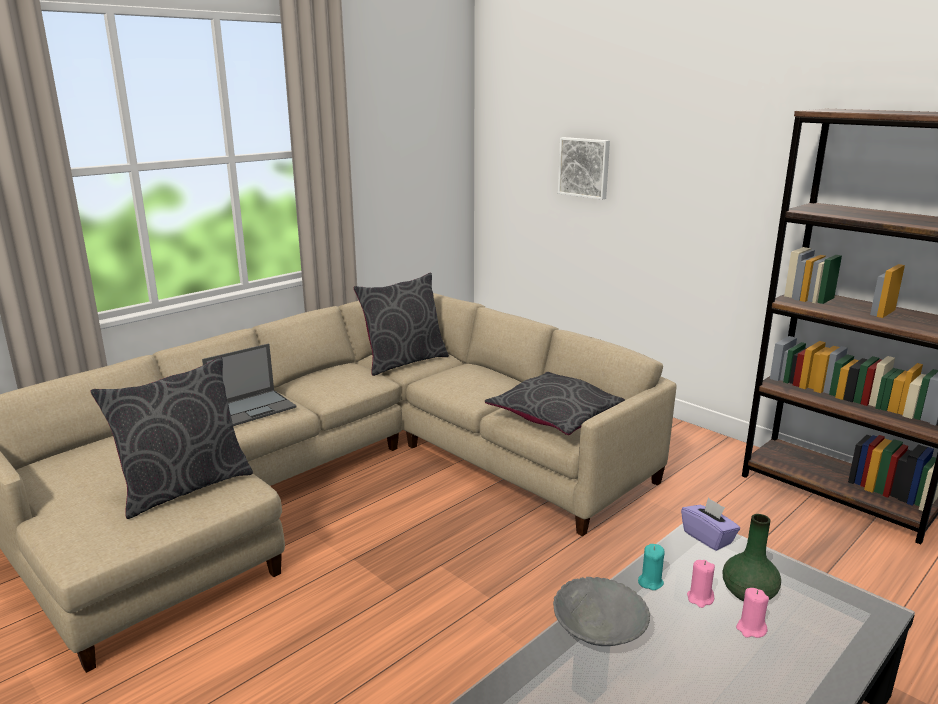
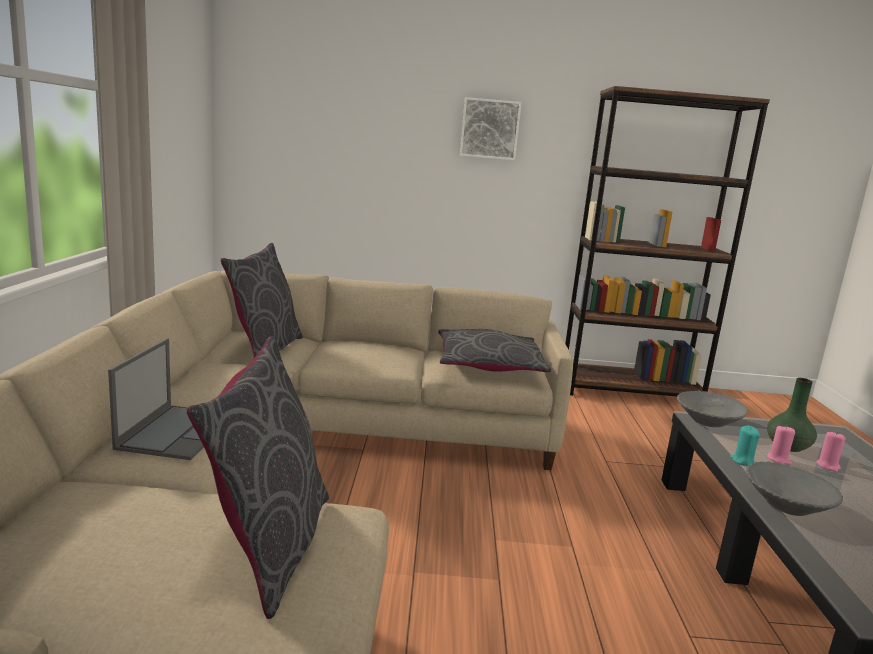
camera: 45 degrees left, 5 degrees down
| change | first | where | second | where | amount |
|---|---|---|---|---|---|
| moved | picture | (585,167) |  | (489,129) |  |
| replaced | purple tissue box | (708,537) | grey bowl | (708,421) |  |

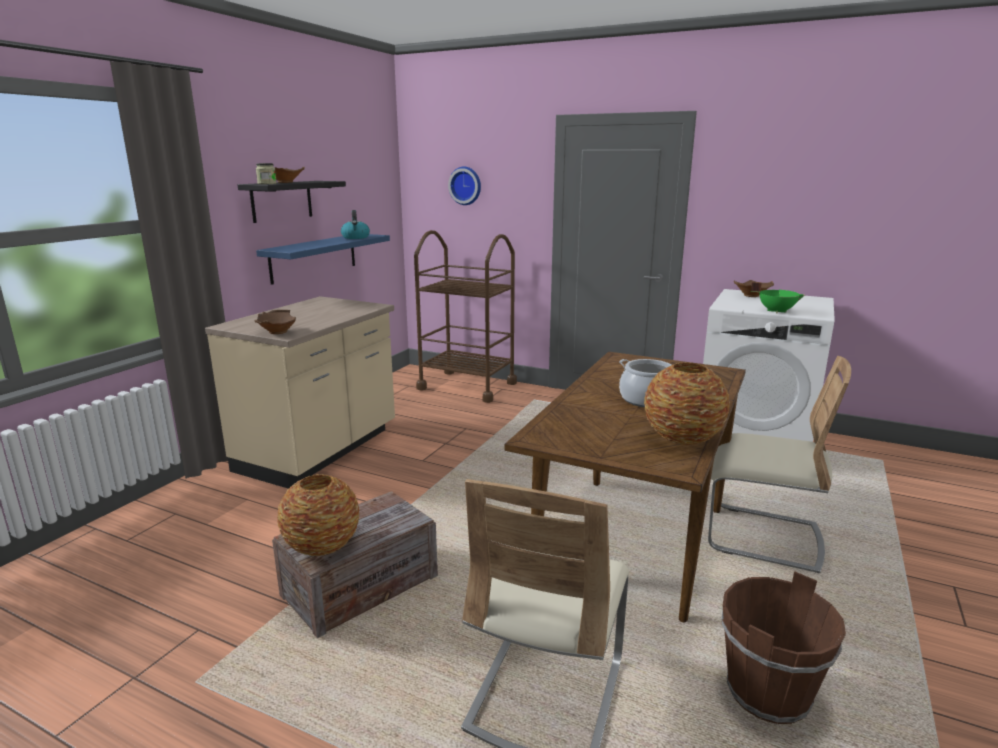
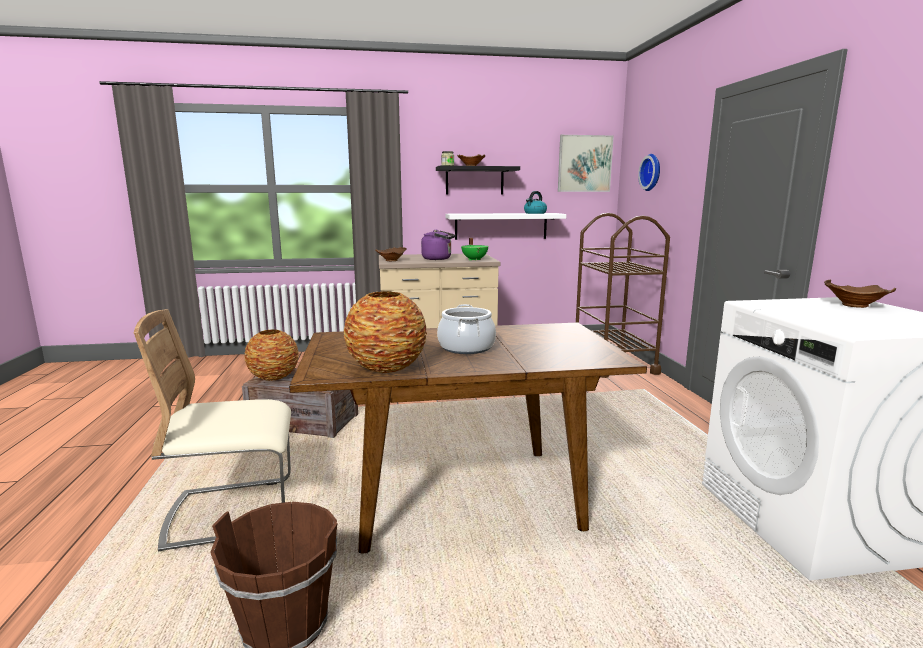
camera: 55 degrees right, 5 degrees down
| change | first | where | second | where | amount |
|---|---|---|---|---|---|
| added |  |  | purple kettle | (438,259) |  |
| recoloured | blue shelf | (314,257) | white shelf | (501,226) |  |
| moved | green cooking pot | (776,311) |  | (475,260) |  |
| added |  |  | picture | (584,163) |  |
| removed | beige chair | (762,537) |  |  |  |

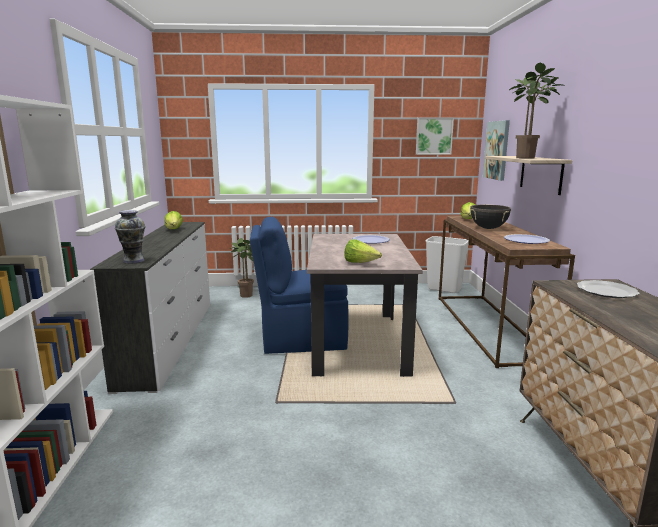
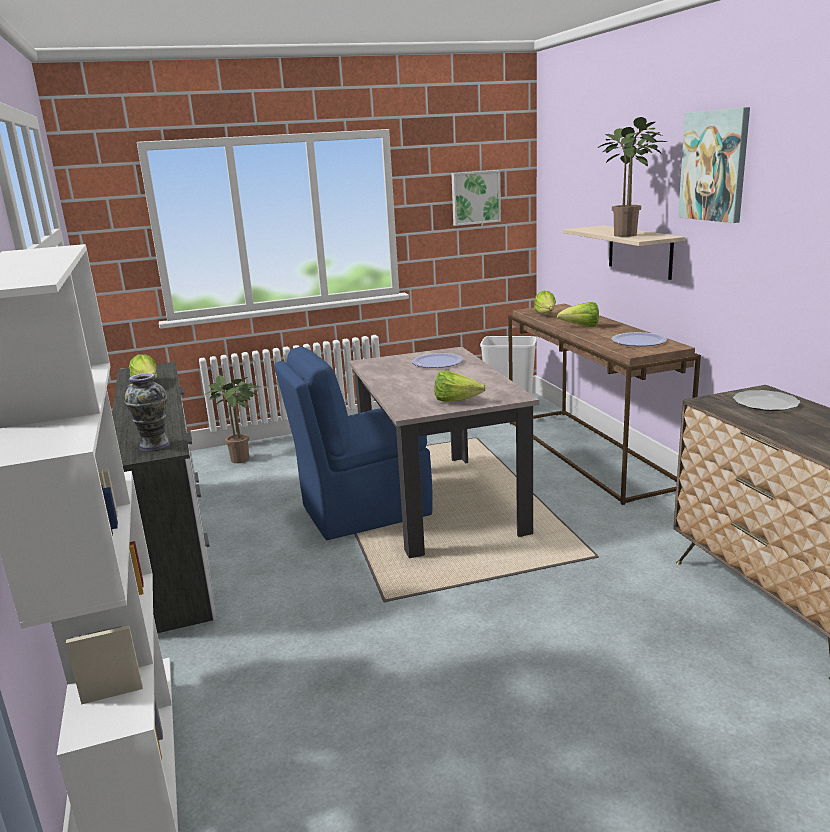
camera: 15 degrees left, 5 degrees up
| change | first | where | second | where | amount |
|---|---|---|---|---|---|
| replaced | black cooking pot | (488,228) | lettuce | (581,327) |  |
| moved | picture | (497,150) |  | (714,166) |  |

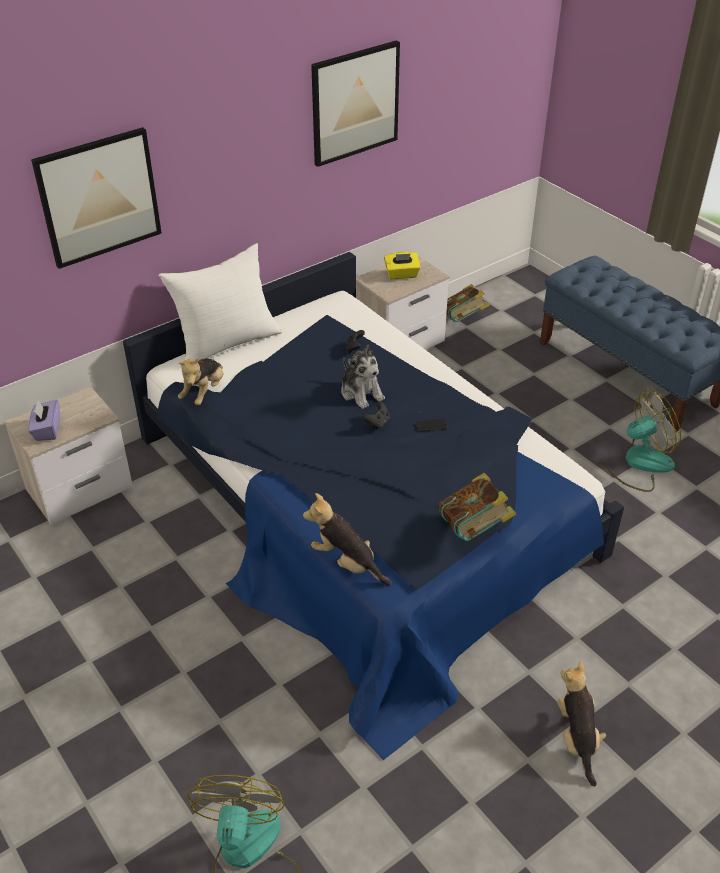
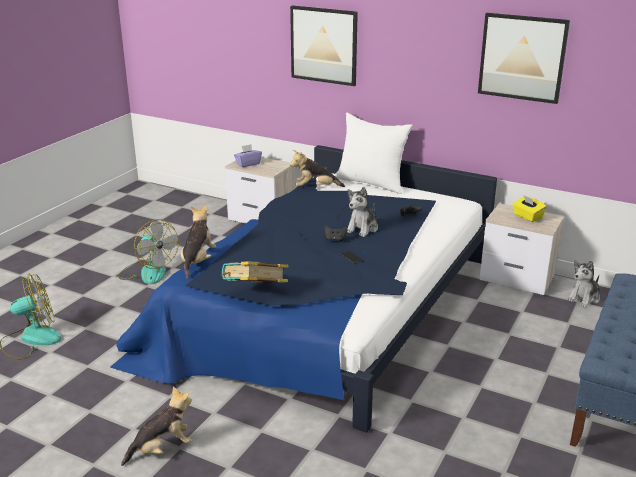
camera: 65 degrees right, 15 degrees down
| change | first | where | second | where | amount |
|---|---|---|---|---|---|
| moved | fan | (638,463) |  | (148,272) |  |
| replaced | book | (463,320) | plush toy | (584,298) |  |

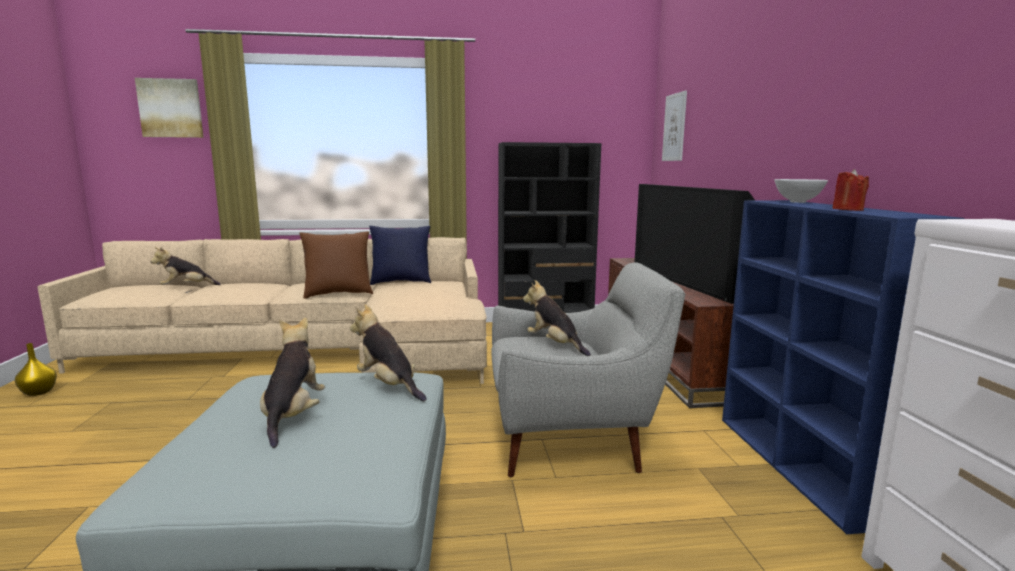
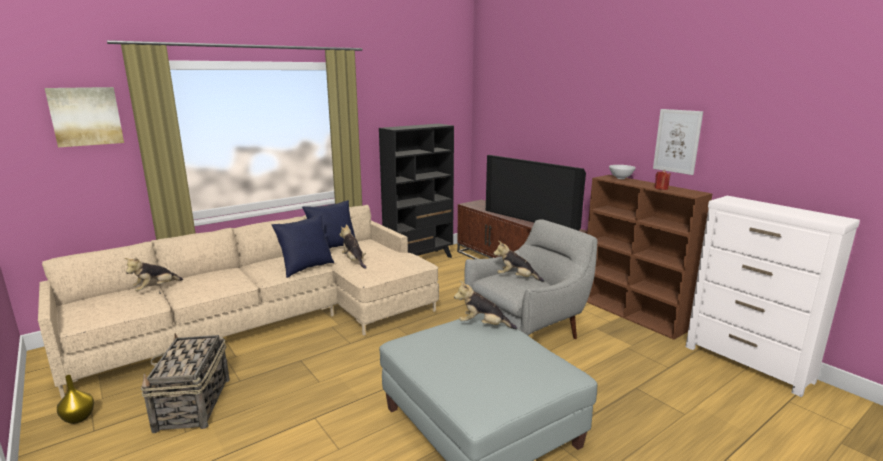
camera: 30 degrees left, 5 degrees up
| change | first | where | second | where | amount |
|---|---|---|---|---|---|
| added |  |  | basket | (193,404) |  |
| recoloured | brown pillow | (338,294) | blue pillow | (306,268) |  |
| moved | plush toy | (293,416) |  | (354,261) |  |
| recoloured | blue bookcase | (799,466) | brown bookcase | (633,314) |  |
| moved | picture | (674,127) |  | (677,141) |  |

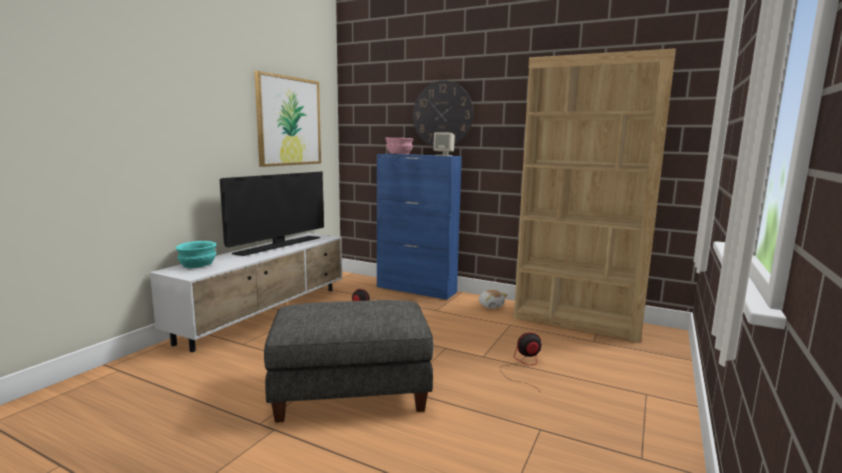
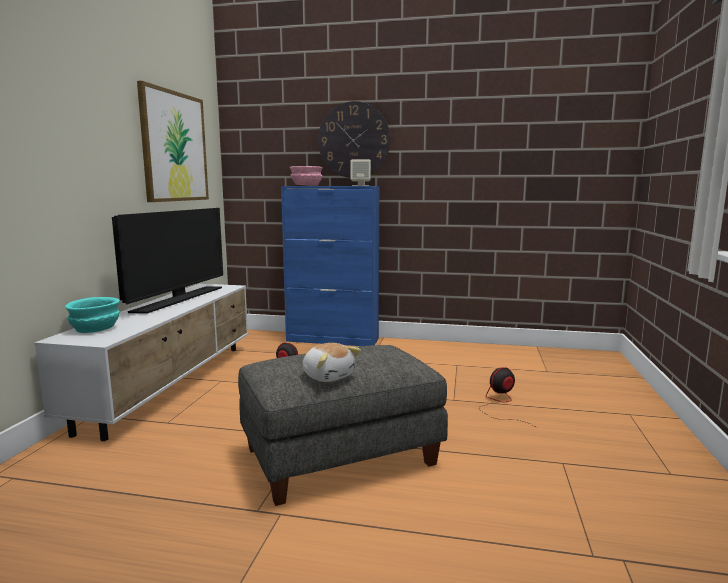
camera: 15 degrees left, 0 degrees up
| change | first | where | second | where | amount |
|---|---|---|---|---|---|
| moved | plush toy | (491,306) |  | (328,376) |  |
| removed | brown bookcase | (578,321) |  |  |  |

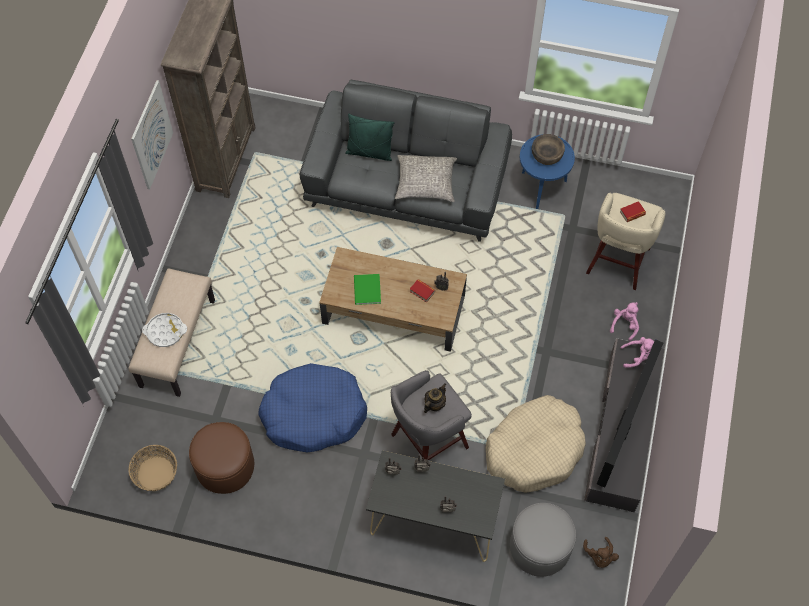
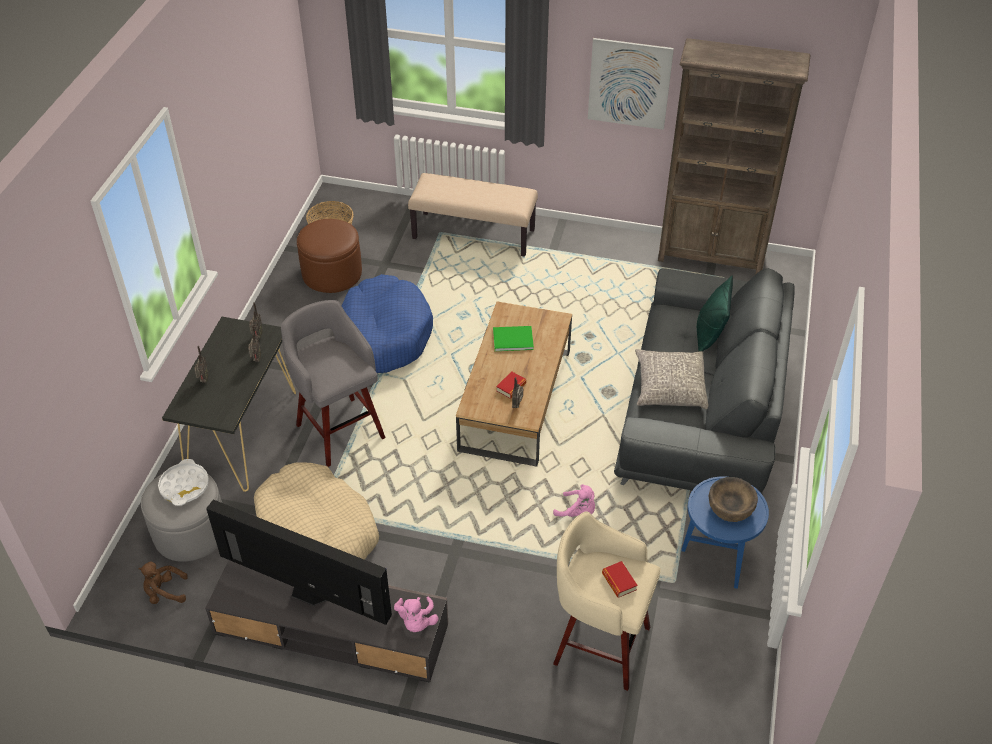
camera: 90 degrees right, 15 degrees down
| change | first | where | second | where | amount |
|---|---|---|---|---|---|
| moved | white tray | (165,331) |  | (184,486) |  |
| moved | pink plush toy | (625,325) |  | (578,512) |  |
| removed | teapot | (434,404) |  |  |  |

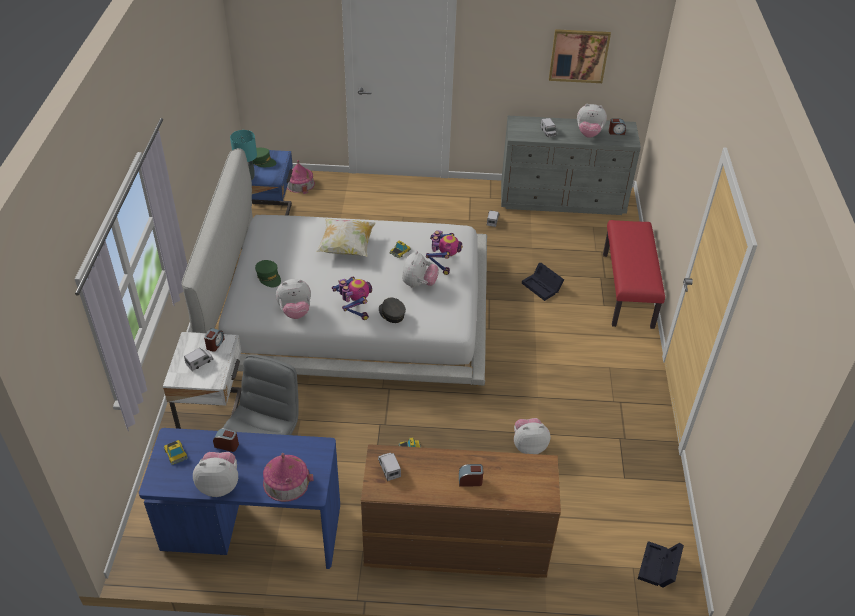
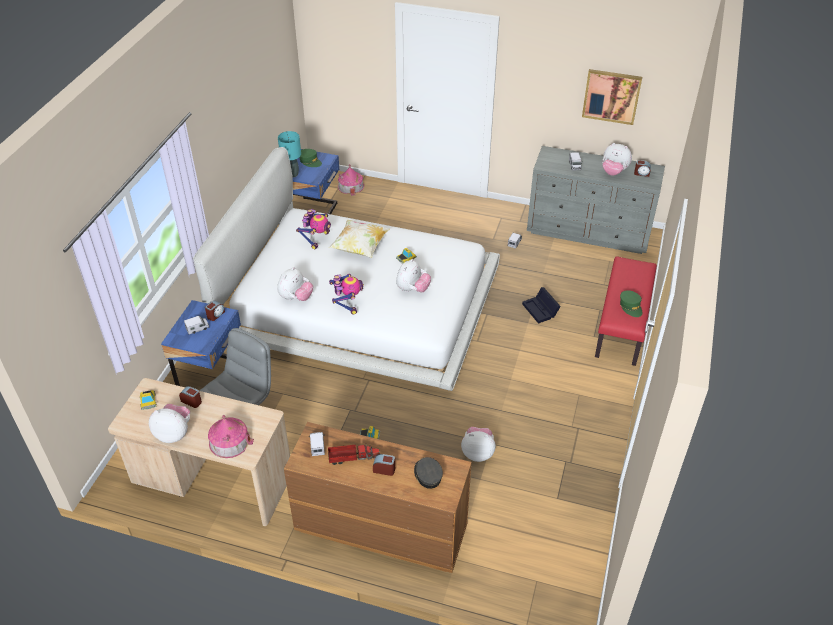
camera: 15 degrees right, 0 degrees up
| change | first | where | second | where | amount |
|---|---|---|---|---|---|
| recoloured | blue desk | (252,530) | beige desk | (212,480) |  |
| recoloured | white nightstand | (213,413) | blue nightstand | (212,376) |  |
| turned | plush toy | (295,312) |  | (296,298) | 60 degrees counterclockwise |
| moved | toy robot | (443,263) |  | (317,239) |  |
| added |  |  | toy truck | (352,458) |  |
| moved | grey cap | (391,314) |  | (427,475) |  |
| moved | green cap | (269,277) |  | (630,307) |  |
| removed | black storage box | (658,568) |  |  |  |

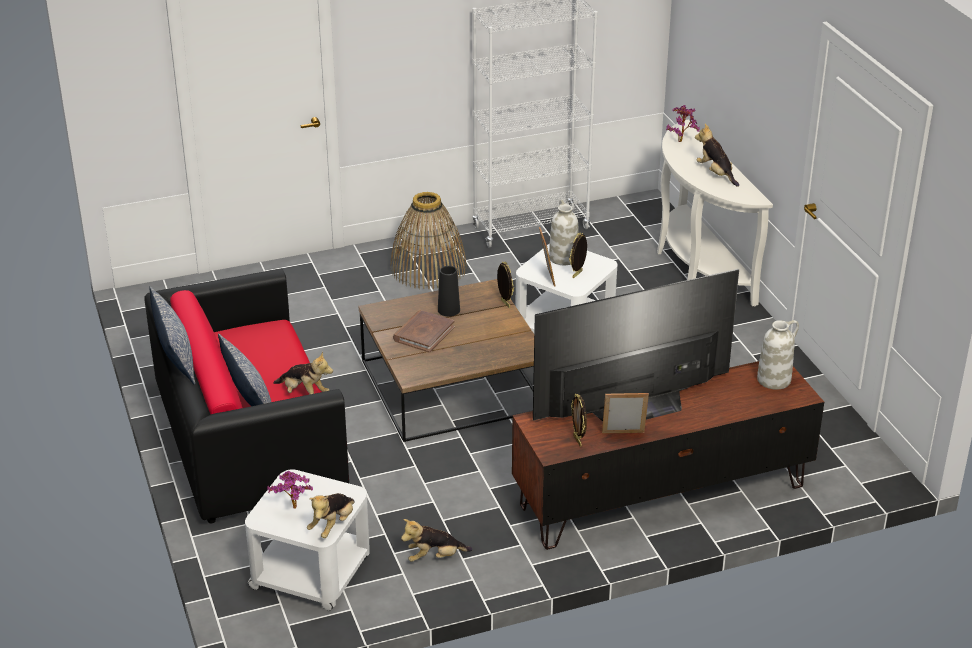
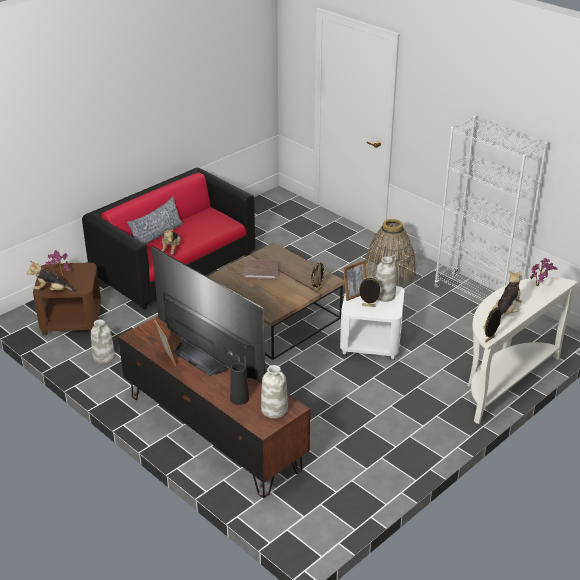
camera: 65 degrees right, 0 degrees up
| change | first | where | second | where | amount |
|---|---|---|---|---|---|
| recoloured | white side table | (312,572) | brown side table | (71,320) |  |
| replaced | plush toy | (434,557) | white vase | (104,357) |  |
| moved | black vase | (448,310) |  | (239,398) |  |
| moved | picture frame | (578,440) |  | (490,340) |  |
| removed | pillow | (175,354) |  |  |  |

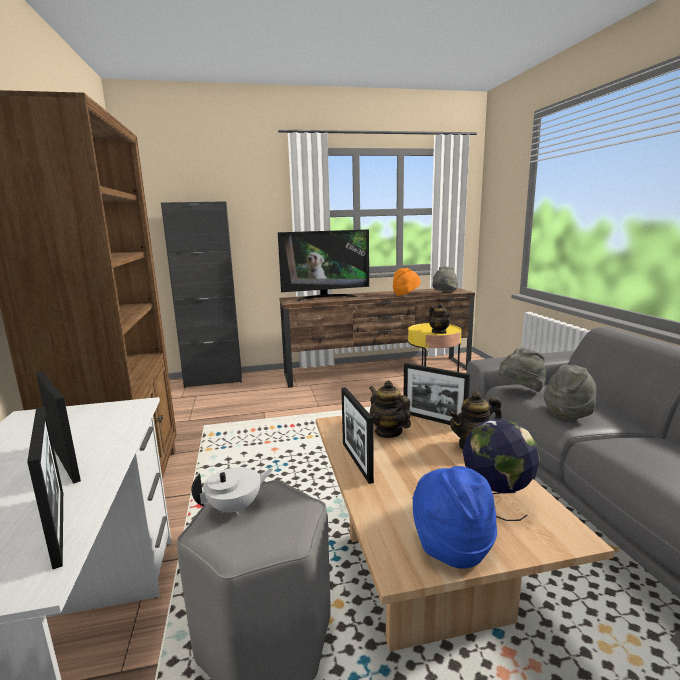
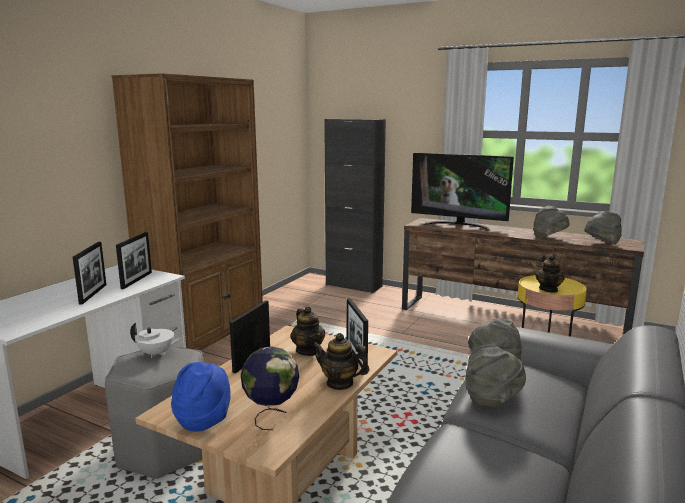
camera: 40 degrees right, 0 degrees up
| change | first | where | second | where | amount |
|---|---|---|---|---|---|
| moved | picture frame | (58,526) |  | (136,280) |  |
| turned | teapot | (388,432) |  | (308,351) | 150 degrees clockwise |
| recoloured | orange hat | (406,294) | grey hat | (549,238) |  |

